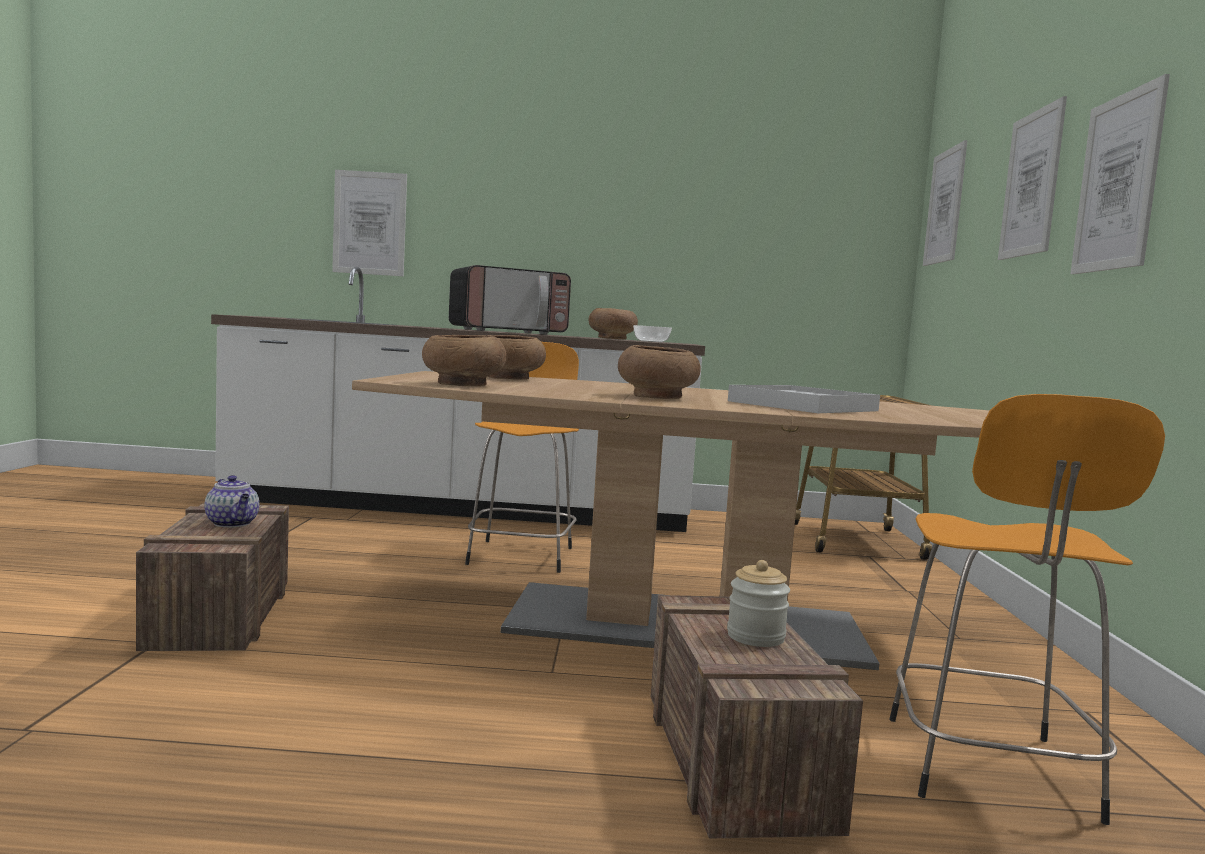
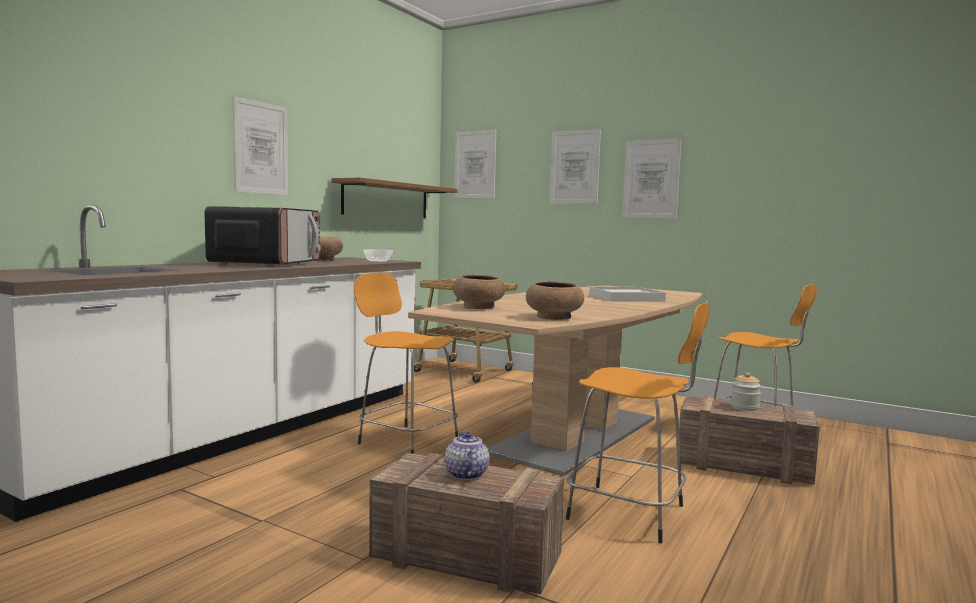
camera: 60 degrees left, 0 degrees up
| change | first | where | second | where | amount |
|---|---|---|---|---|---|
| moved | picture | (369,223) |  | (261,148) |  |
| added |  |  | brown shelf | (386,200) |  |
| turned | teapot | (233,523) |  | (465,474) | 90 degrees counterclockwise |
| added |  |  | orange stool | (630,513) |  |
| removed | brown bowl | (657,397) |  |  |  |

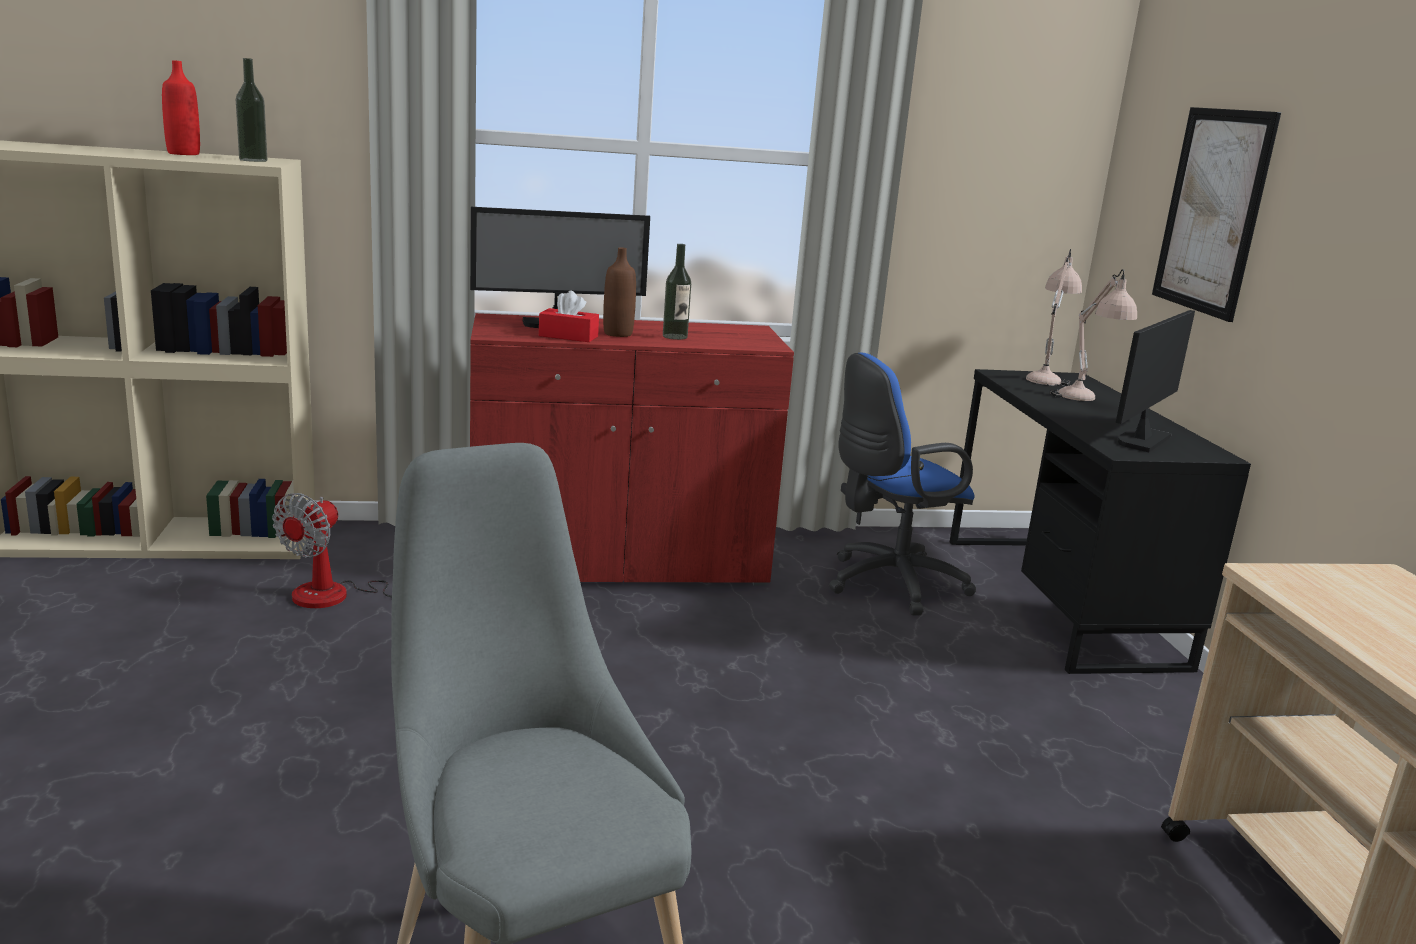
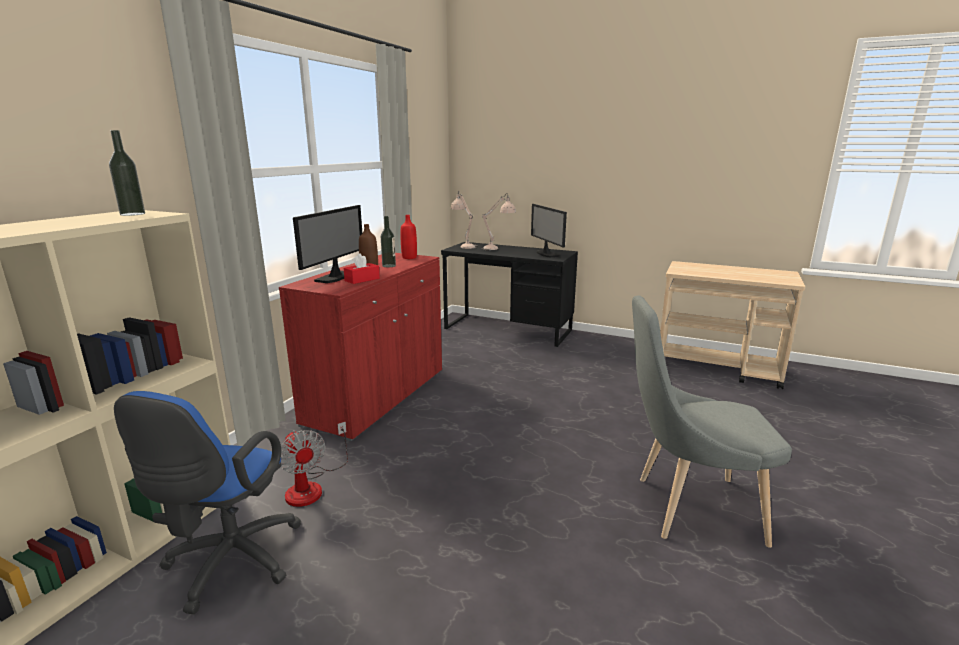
camera: 55 degrees left, 0 degrees up
| change | first | where | second | where | amount |
|---|---|---|---|---|---|
| moved | blue office chair | (888,584) |  | (229,564) |  |
| moved | red bottle | (183,153) |  | (409,257) |  |
| removed | picture | (1213,211) |  |  |  |

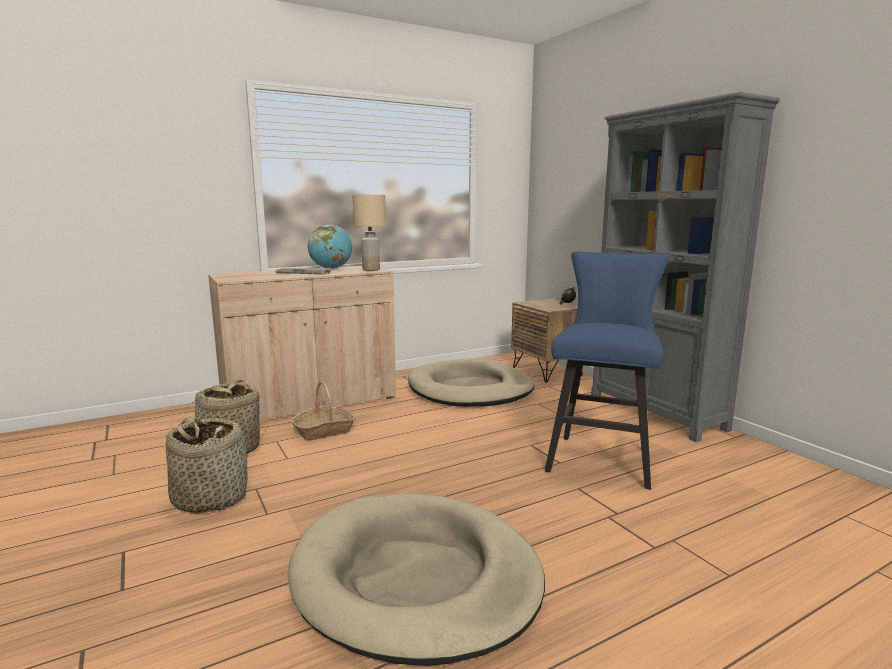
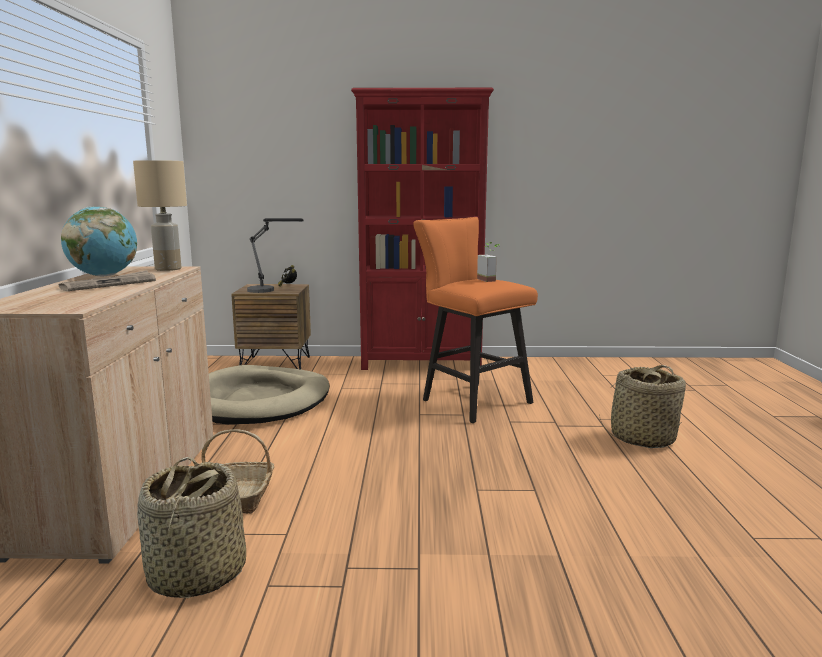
camera: 60 degrees left, 0 degrees up
| change | first | where | second | where | amount |
|---|---|---|---|---|---|
| added |  |  | table lamp | (268,290) |  |
| recoloured | grey bookcase | (656,413) | red bookcase | (422,363) |  |
| recoloured | blue stool | (601,457) | orange stool | (470,400) |  |
| added |  |  | potted plant | (490,279) |  |
| moved | basket | (210,498) |  | (642,438) |  |
| removed | beige dog bed | (416,579) |  |  |  |

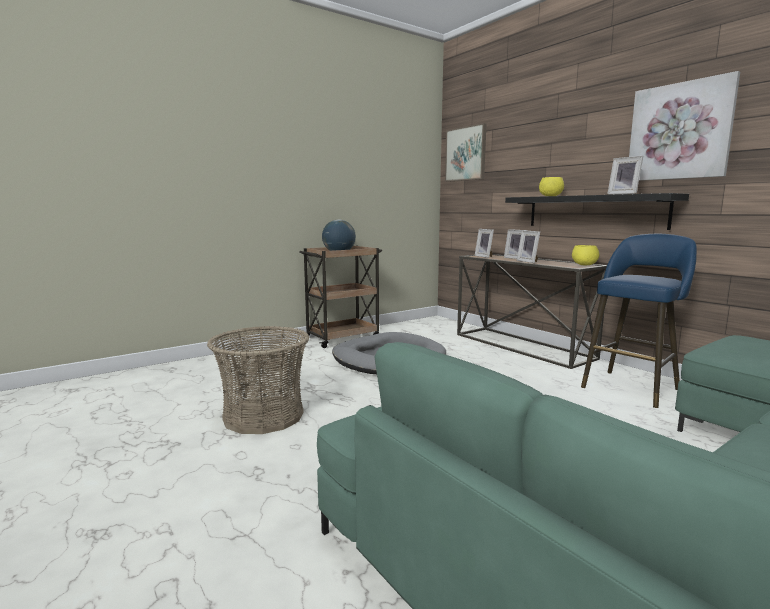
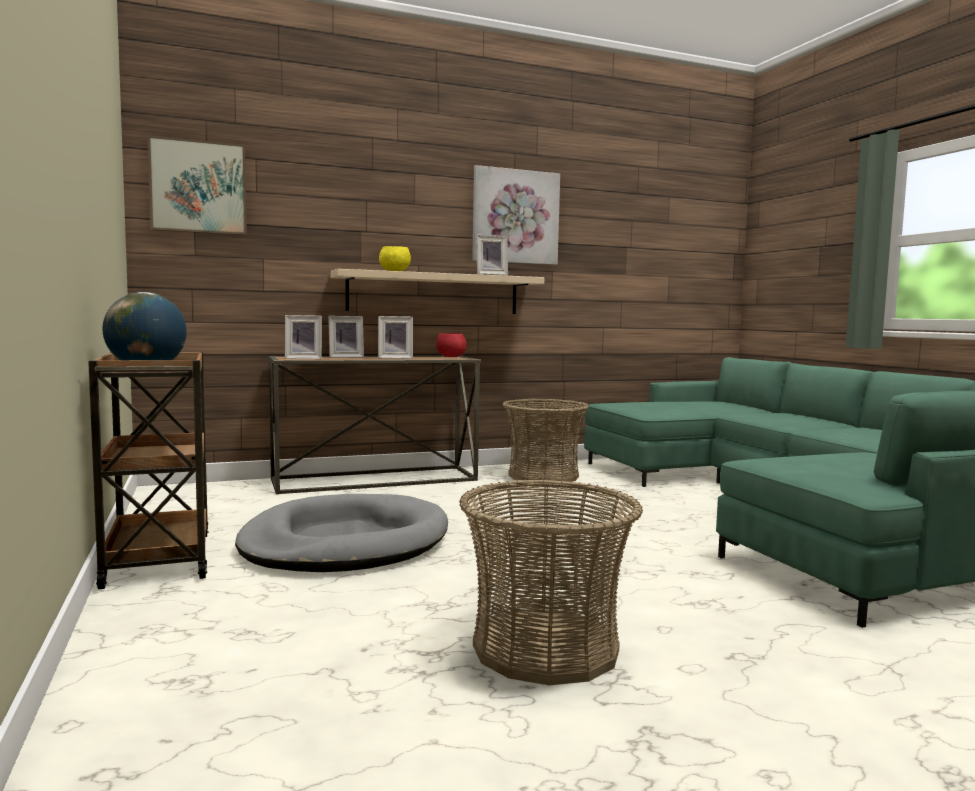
camera: 75 degrees left, 5 degrees down
| change | first | where | second | where | amount |
|---|---|---|---|---|---|
| recoloured | black shelf | (593,211) | beige shelf | (434,293) |  |
| recoloured | yellow bowl | (584,265) | red bowl | (451,356) |  |
| replaced | blue stool | (632,387) | basket | (543,475) |  |

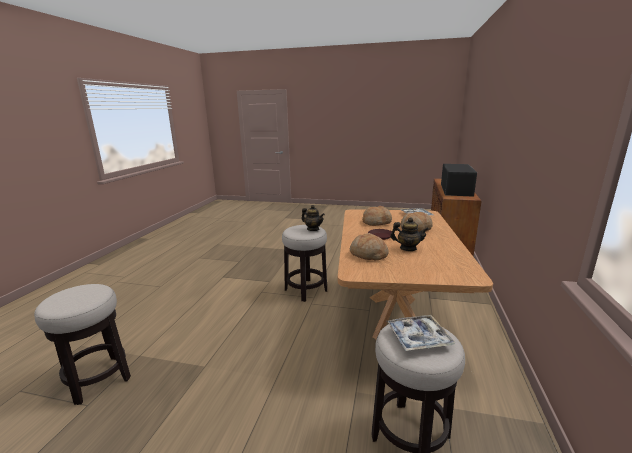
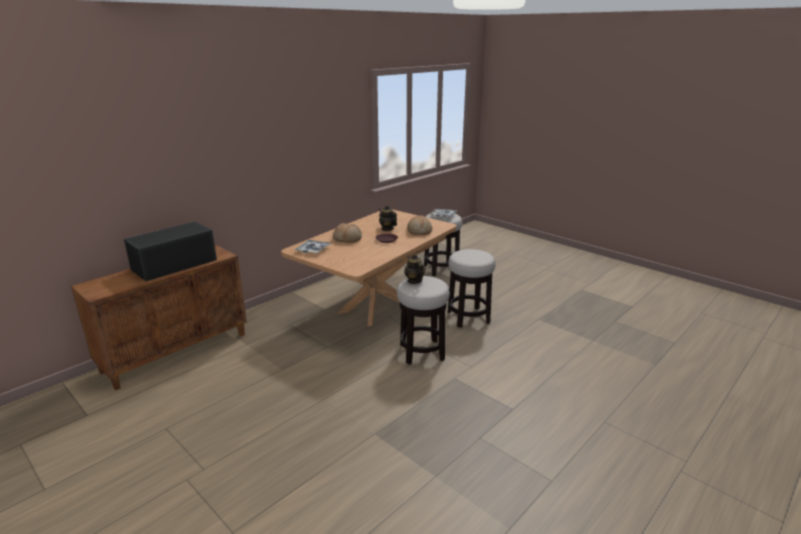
camera: 150 degrees left, 5 degrees up
| change | first | where | second | where | amount |
|---|---|---|---|---|---|
| moved | stool | (98,379) |  | (468,317) |  |
| removed | bread | (376,222) |  |  |  |

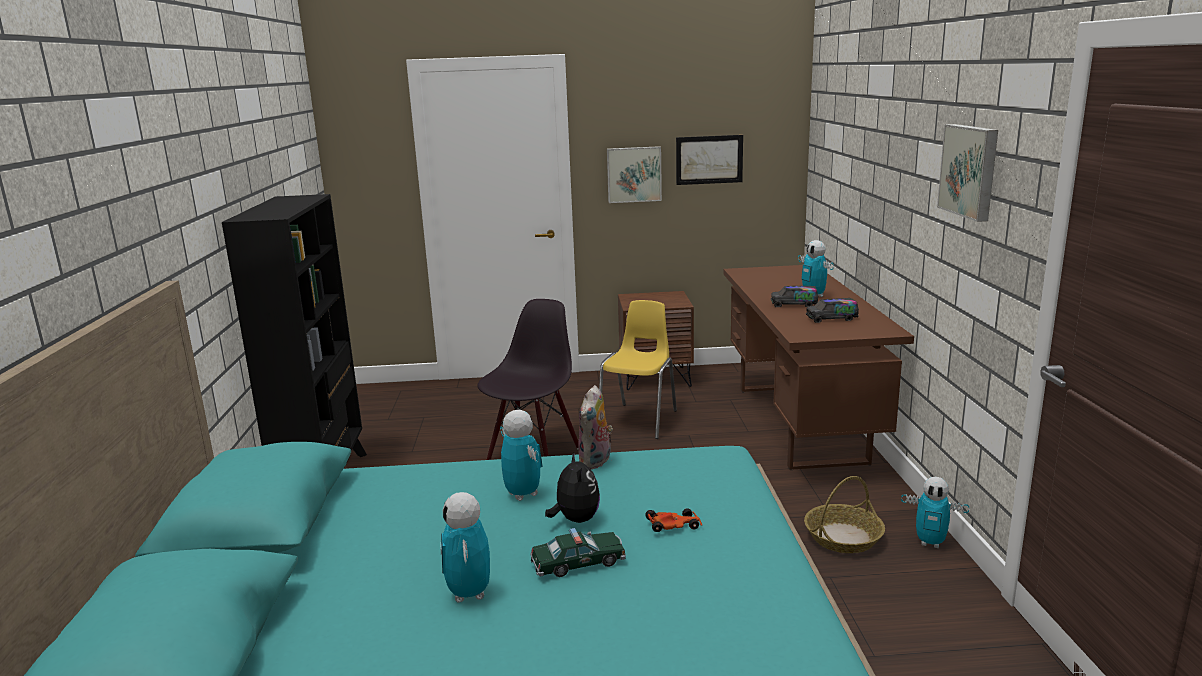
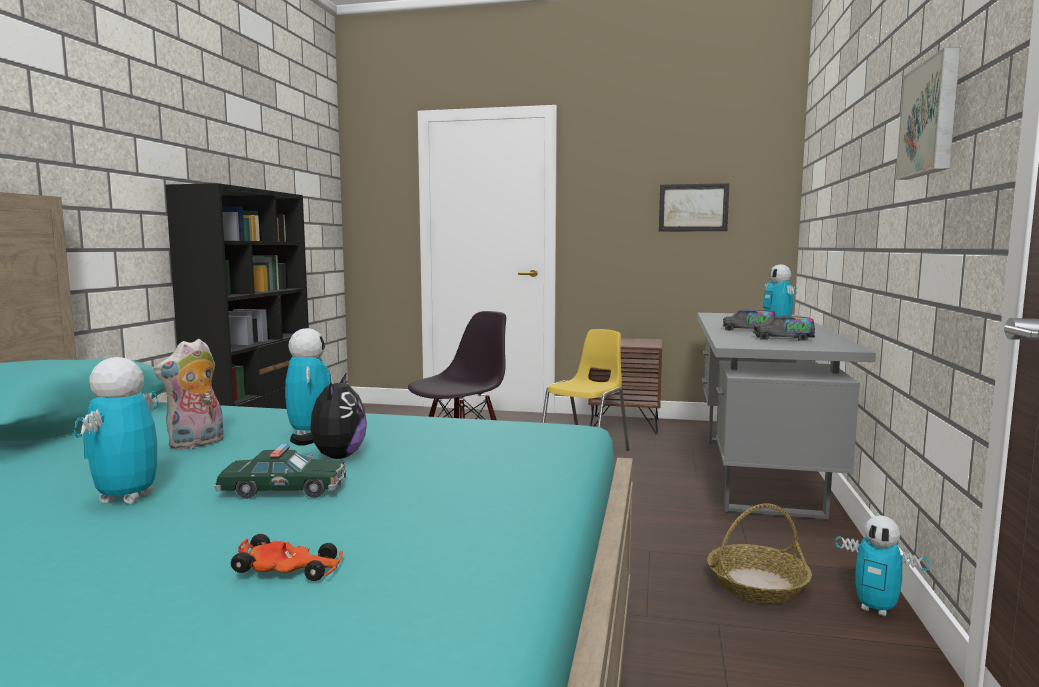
camera: 15 degrees right, 10 degrees down
| change | first | where | second | where | amount |
|---|---|---|---|---|---|
| moved | plush toy | (596,462) |  | (196,444) |  |
| moved | toy car | (674,526) |  | (290,570) |  |
| recoloured | brown desk | (800,423) | grey desk | (760,474) |  |
| removed | picture | (634,174) |  |  |  |

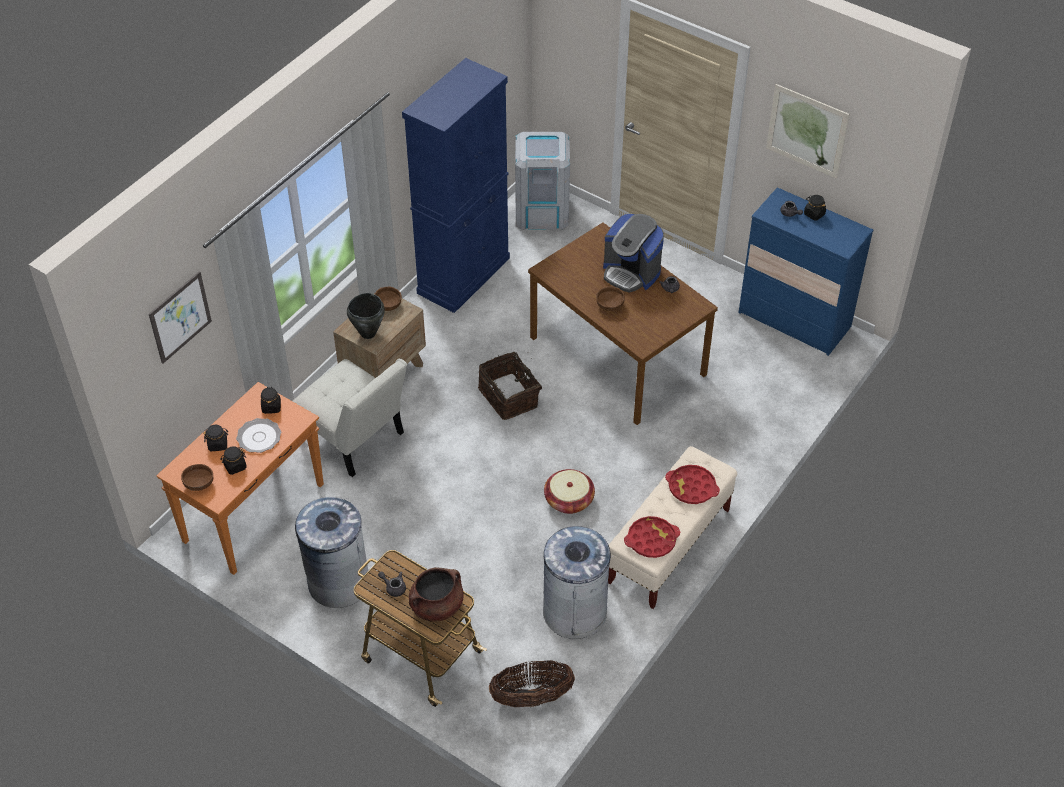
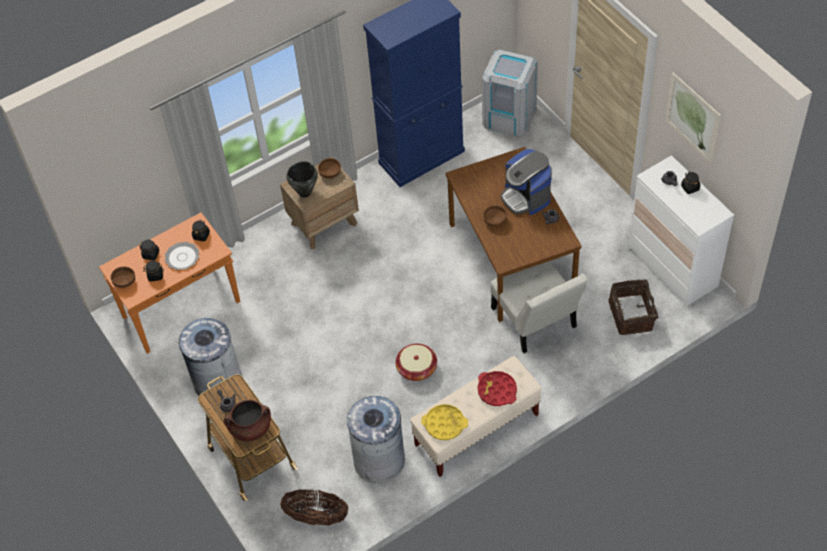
camera: 25 degrees right, 5 degrees up
| change | first | where | second | where | amount |
|---|---|---|---|---|---|
| recoloured | red tray | (651,540) | yellow tray | (444,424) |  |
| moved | white chair | (355,439) |  | (536,321) |  |
| moved | basket | (510,396) |  | (632,315) |  |
| recoloured | blue dresser | (794,320) | white dresser | (672,267) |  |
| removed | picture | (180,317) |  |  |  |

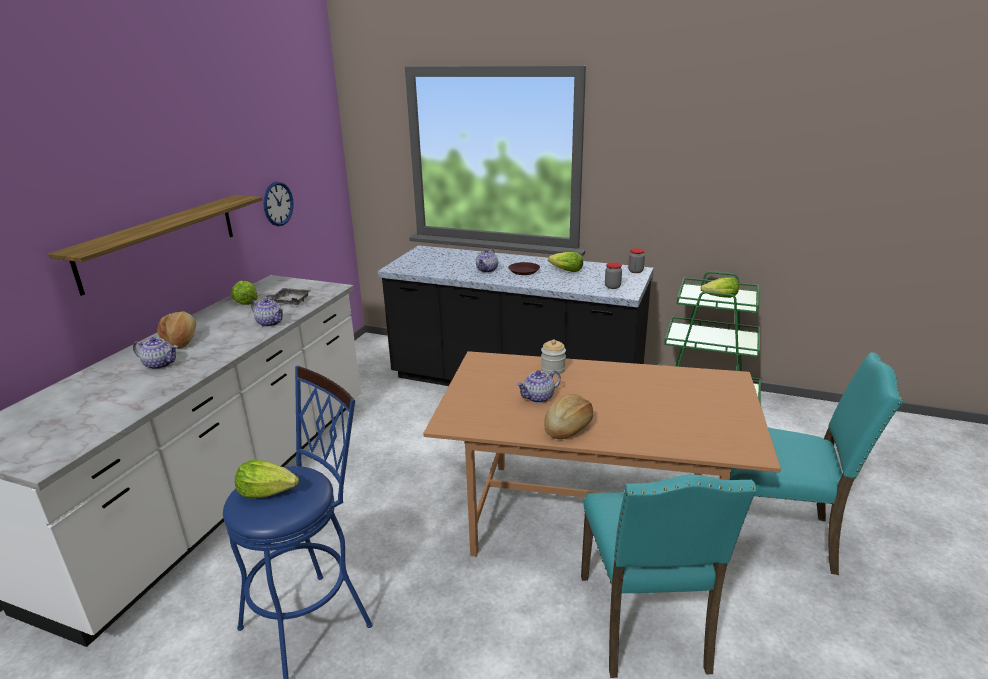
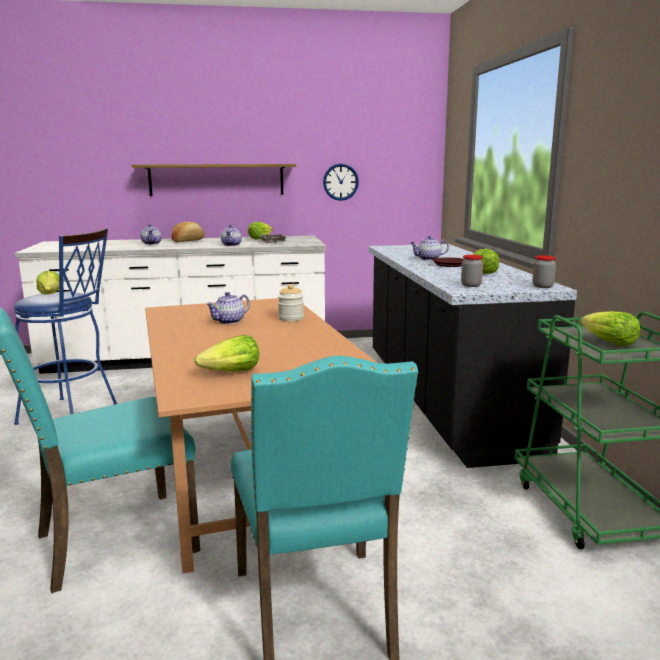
camera: 60 degrees right, 10 degrees down
| change | first | where | second | where | amount |
|---|---|---|---|---|---|
| added |  |  | lettuce | (231,373) |  |
| turned | teapot | (538,398) |  | (229,321) | 75 degrees counterclockwise |
| removed | bread | (568,427) |  |  |  |

